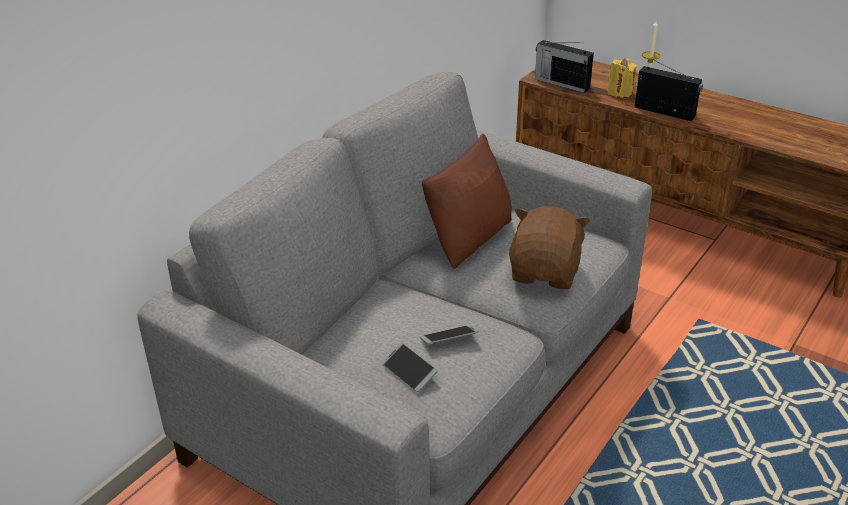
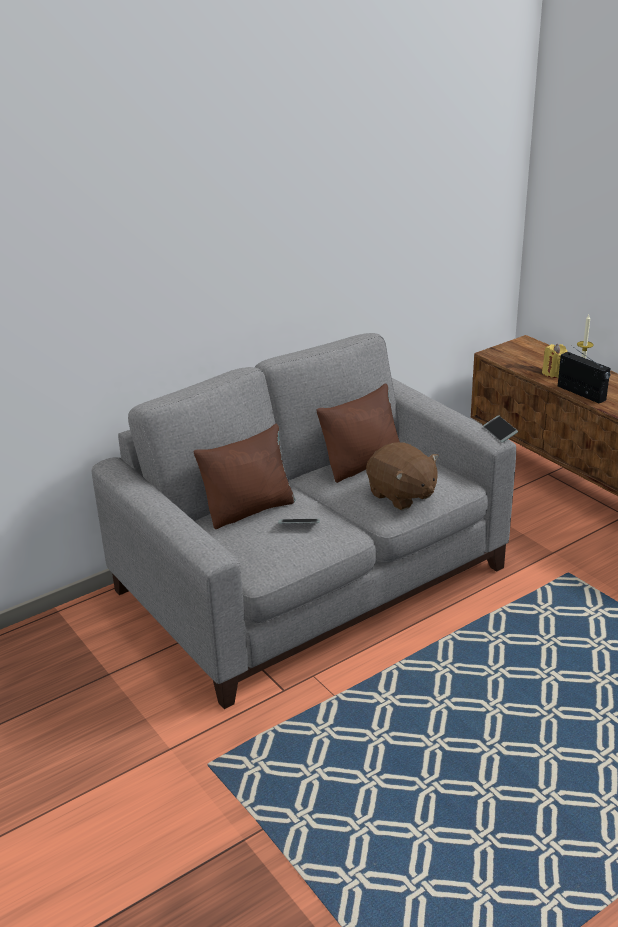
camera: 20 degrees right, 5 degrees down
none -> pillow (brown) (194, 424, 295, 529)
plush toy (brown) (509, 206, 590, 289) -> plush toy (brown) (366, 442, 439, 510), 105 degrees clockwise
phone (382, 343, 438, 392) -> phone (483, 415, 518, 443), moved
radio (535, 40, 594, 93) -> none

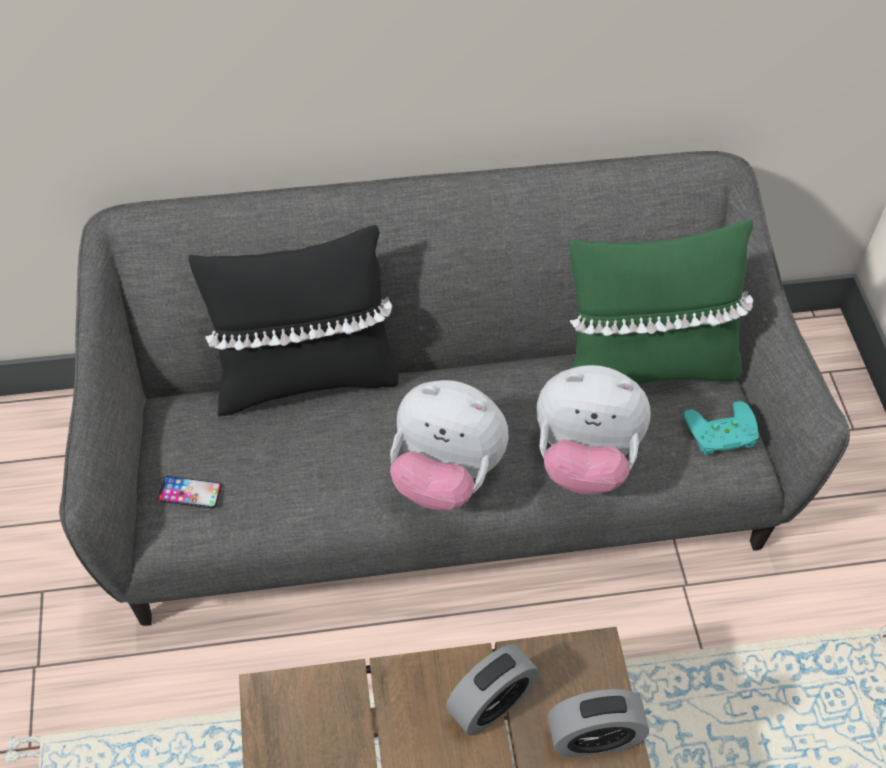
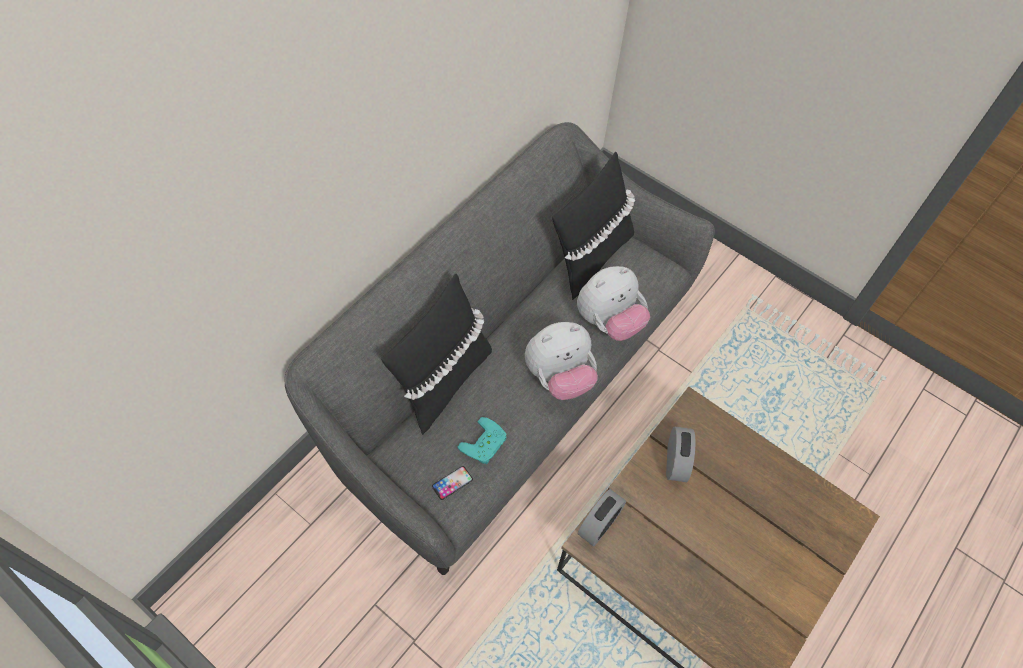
camera: 45 degrees left, 5 degrees up
game controller (turquoise) (683, 401, 758, 455) -> game controller (turquoise) (457, 417, 507, 464), moved
pillow (green) (570, 219, 753, 384) -> pillow (black) (552, 152, 635, 300)
alarm clock (548, 689, 649, 757) -> alarm clock (578, 489, 626, 546), moved

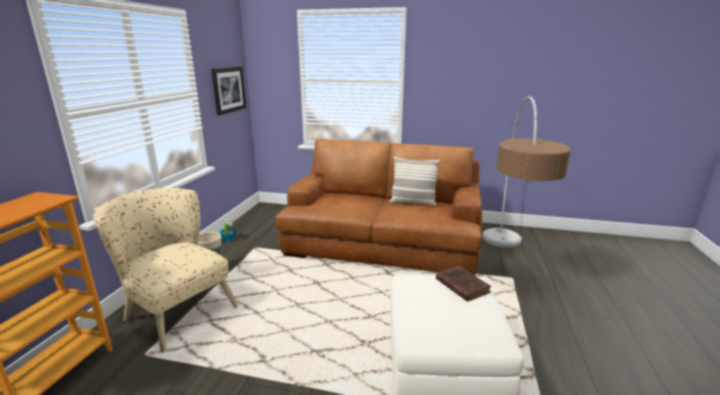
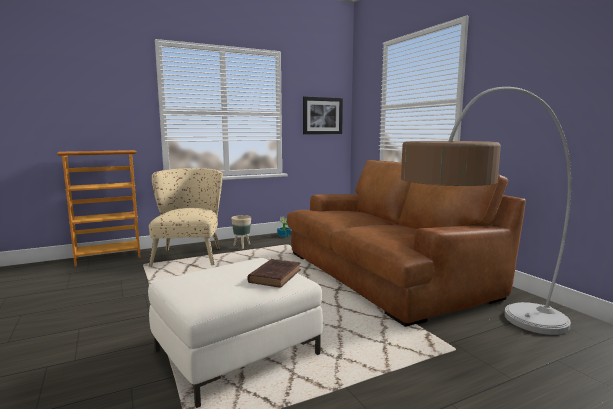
camera: 50 degrees right, 10 degrees down
pillow (389, 156, 440, 206) -> none

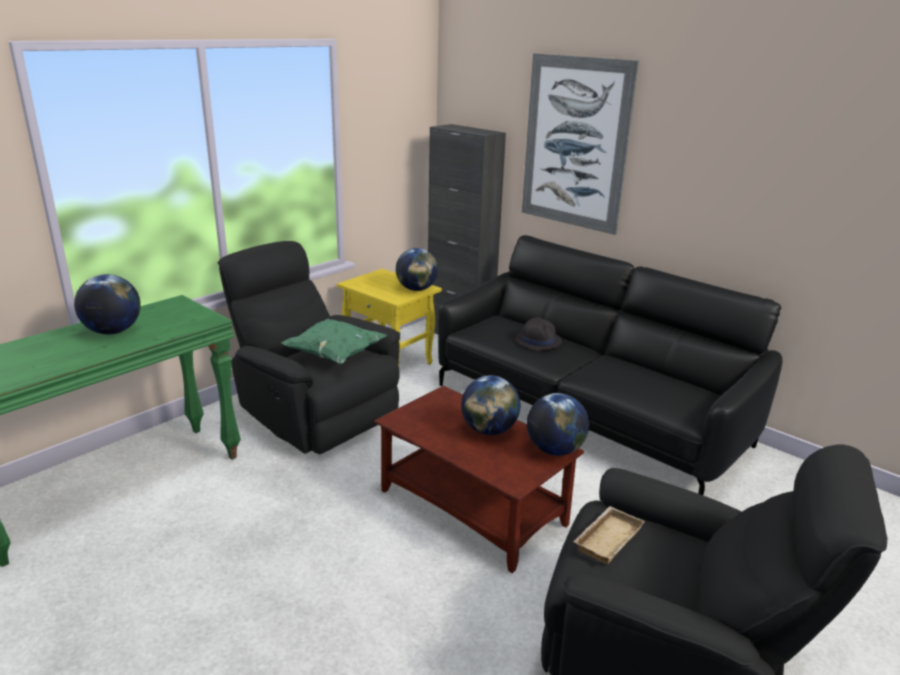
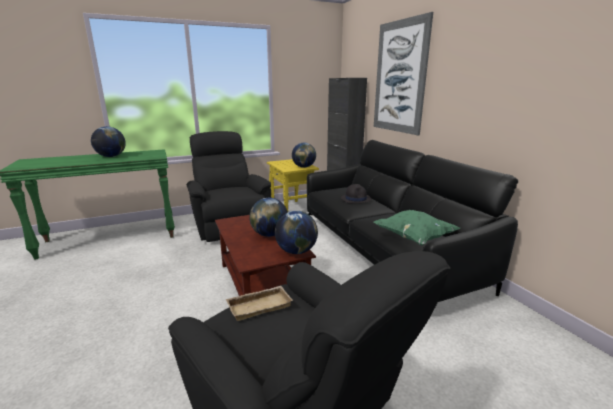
camera: 25 degrees right, 5 degrees down
pillow (green) (281, 319, 387, 365) -> pillow (green) (373, 210, 461, 245), moved

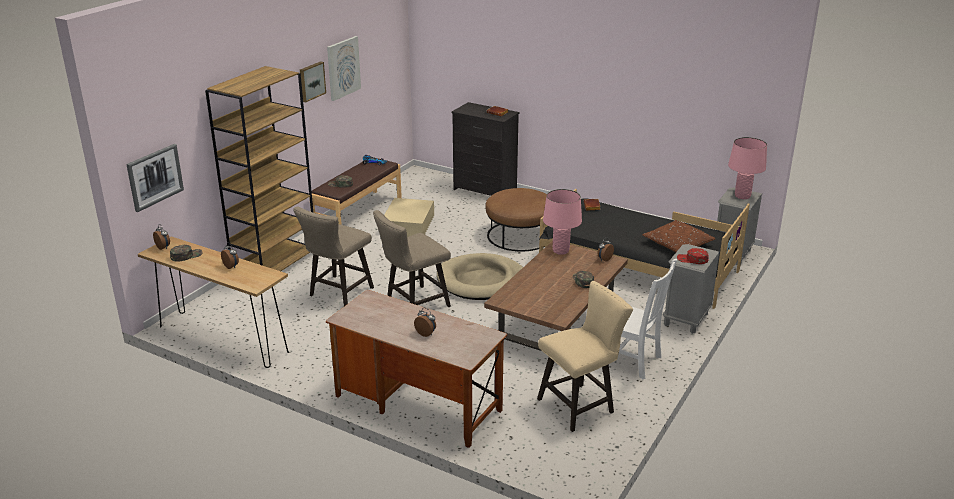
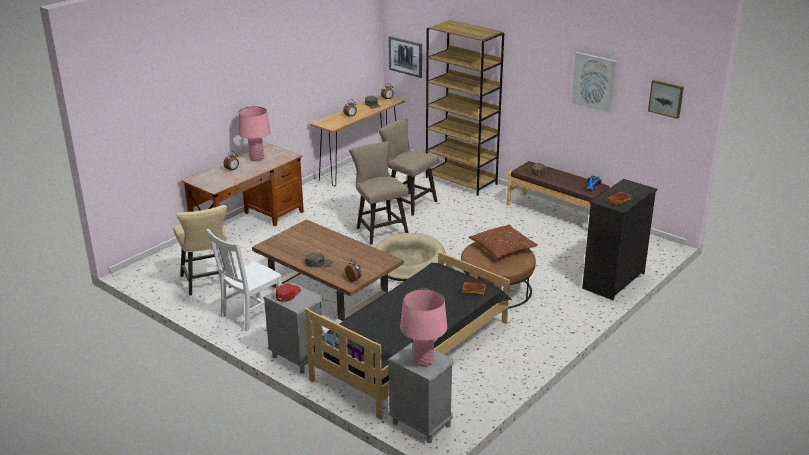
camera: 100 degrees right, 0 degrees up
table lamp (pink) (543, 189, 582, 255) -> table lamp (pink) (238, 106, 271, 161), moved
pillow (brown) (643, 220, 716, 252) -> pillow (brown) (469, 224, 538, 259), moved
picture (300, 61, 326, 102) -> picture (648, 80, 684, 119), moved
storage box (beige) (384, 198, 434, 237) -> none

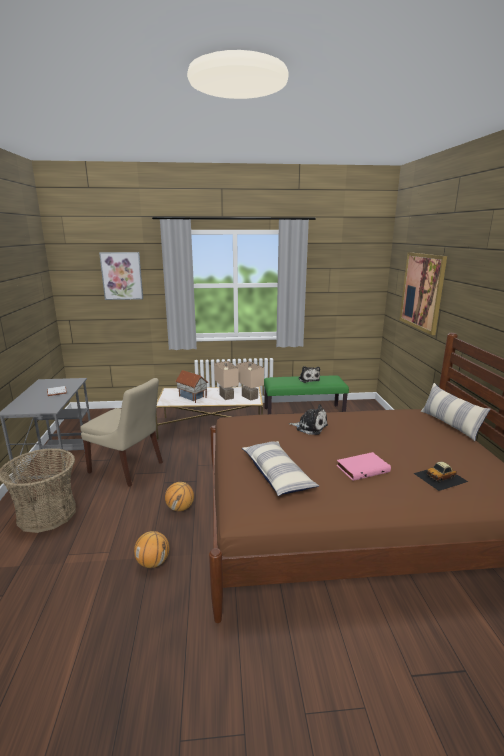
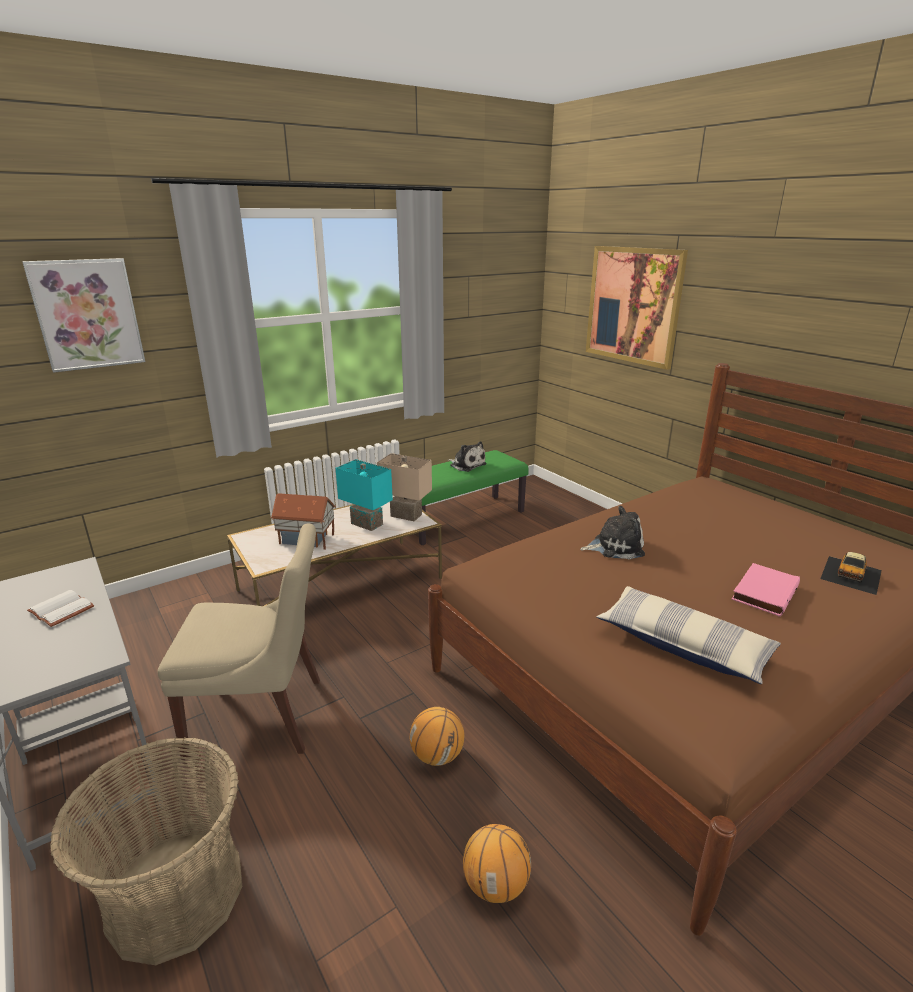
camera: 30 degrees left, 5 degrees up
table lamp (beige) (214, 361, 239, 400) -> table lamp (turquoise) (336, 459, 393, 531)
pillow (421, 383, 490, 441) -> none

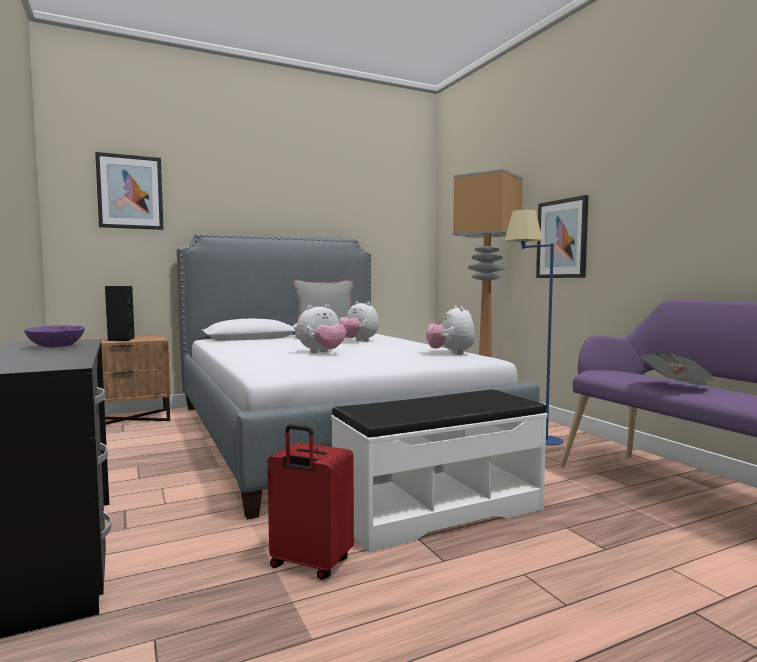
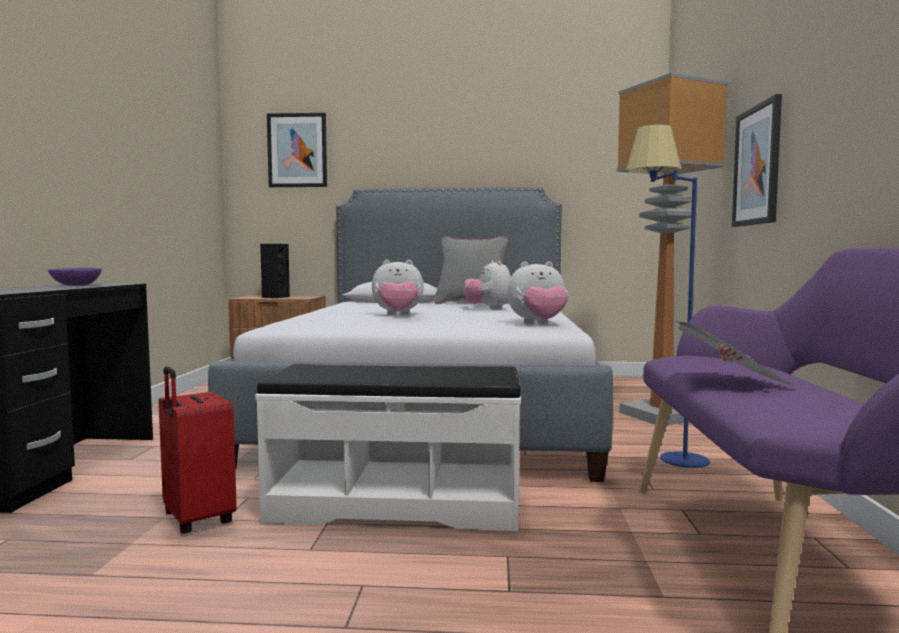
camera: 30 degrees right, 0 degrees up
plush toy (426, 305, 475, 355) -> plush toy (507, 261, 568, 324), 120 degrees counterclockwise

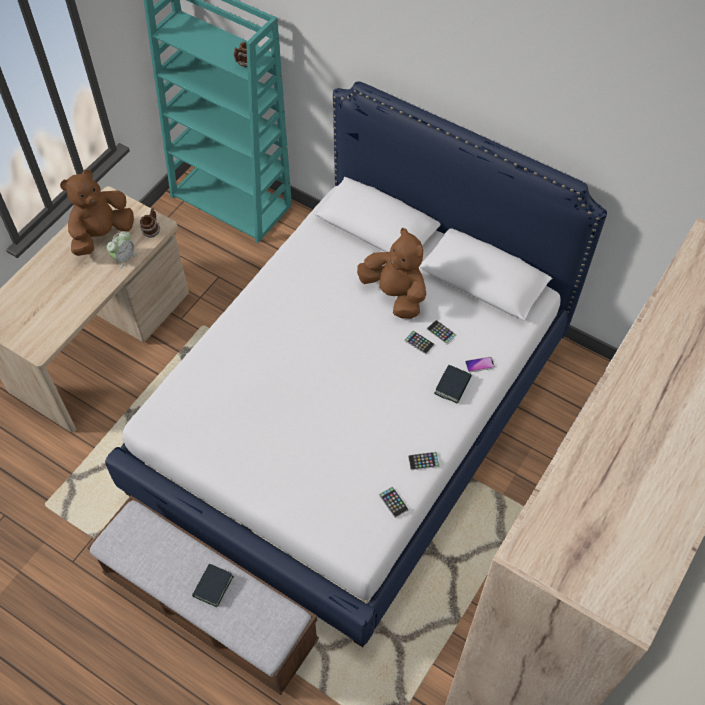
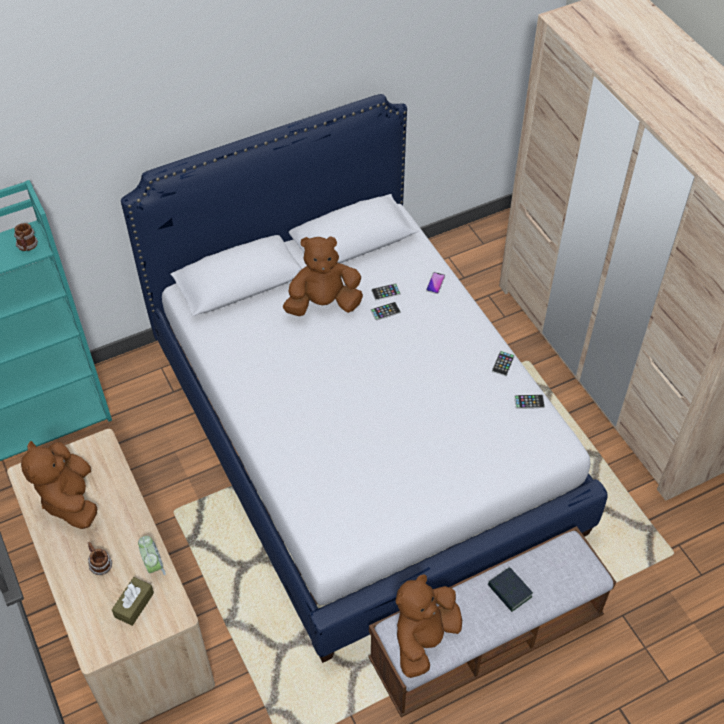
camera: 60 degrees left, 5 degrees down
mug (140, 208, 160, 238) -> mug (88, 542, 112, 575), moved
none -> tissue box (brown) (112, 577, 154, 626)
alarm clock (107, 231, 137, 269) -> alarm clock (138, 536, 166, 575), moved
none -> plush toy (brown) (396, 574, 462, 678)
book (434, 365, 472, 403) -> none

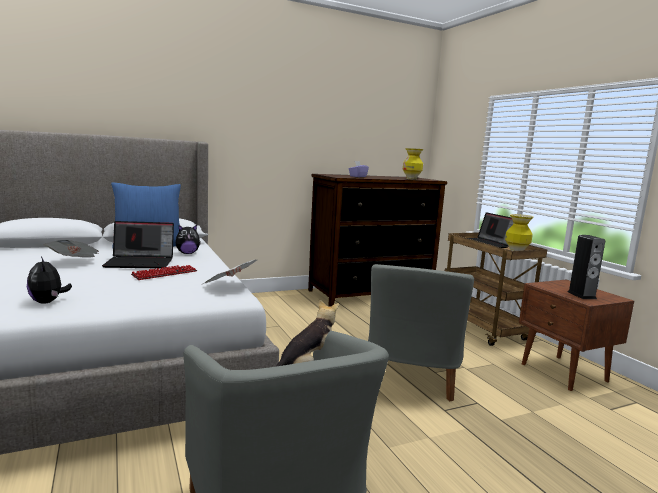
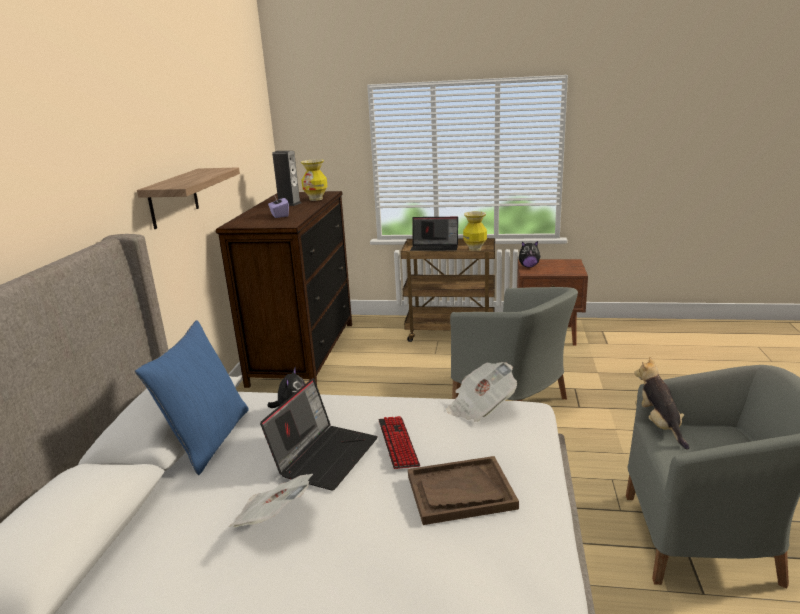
camera: 55 degrees left, 10 degrees up
none -> shelf (137, 167, 240, 229)
speaker (567, 235, 605, 299) -> speaker (272, 151, 301, 206), moved
none -> tray (brown) (408, 456, 519, 525)
plush toy (27, 256, 72, 304) -> plush toy (519, 241, 541, 267), moved

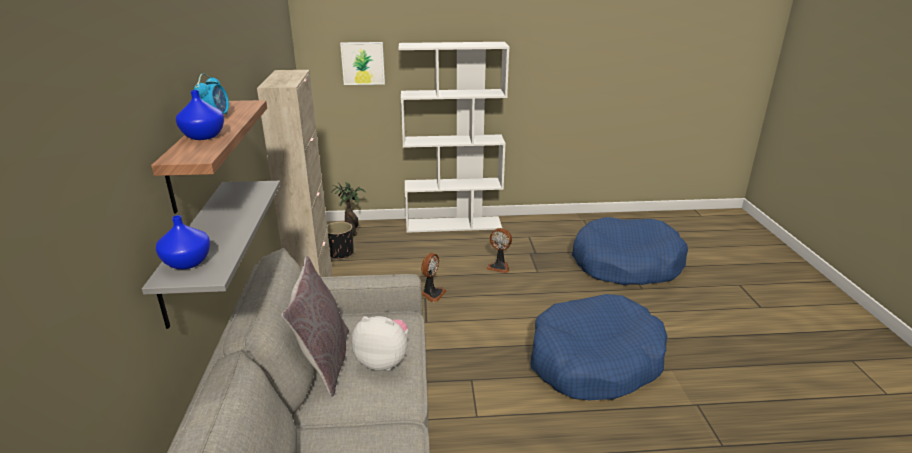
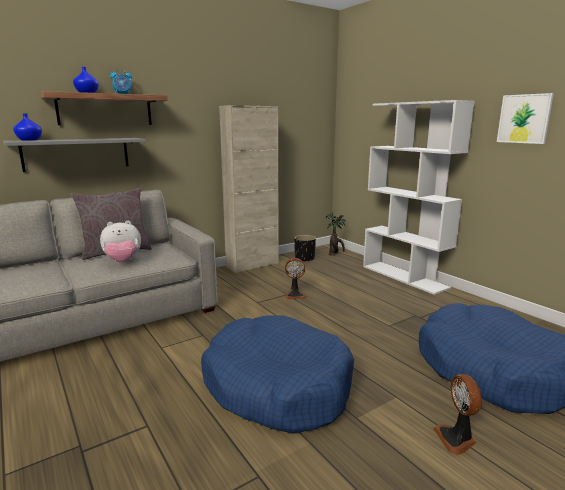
camera: 60 degrees right, 10 degrees down
plush toy (351, 316, 408, 370) -> plush toy (100, 221, 141, 262), 90 degrees clockwise
fan (486, 228, 512, 273) -> fan (433, 374, 482, 455), moved
picture (340, 42, 385, 85) -> picture (497, 93, 554, 144), moved

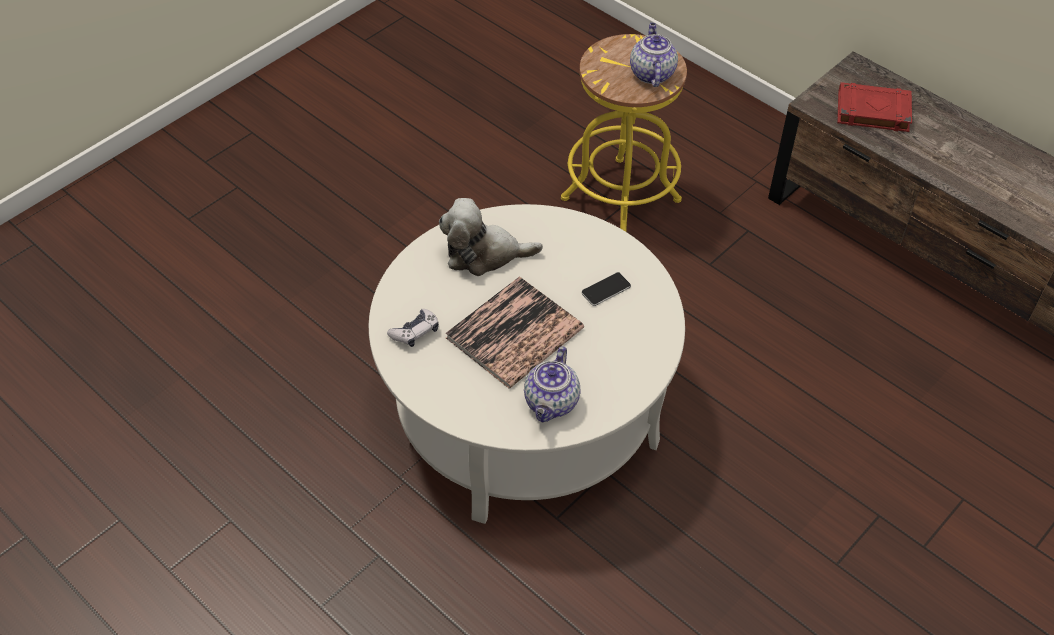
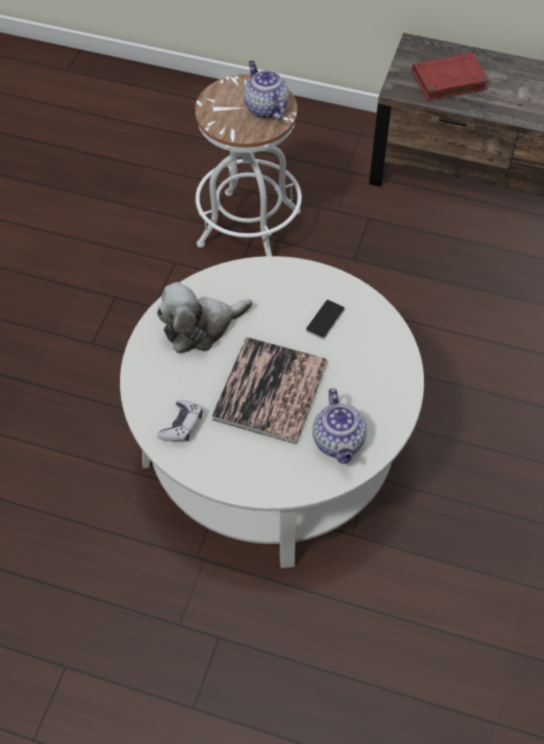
camera: 25 degrees left, 5 degrees up
stool (yellow) (561, 34, 687, 232) -> stool (white) (195, 74, 302, 256)

